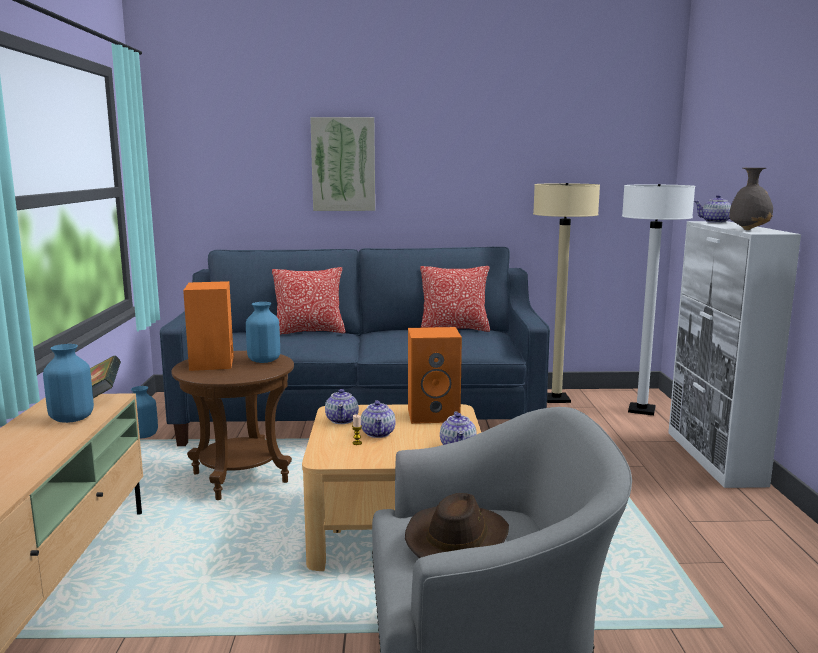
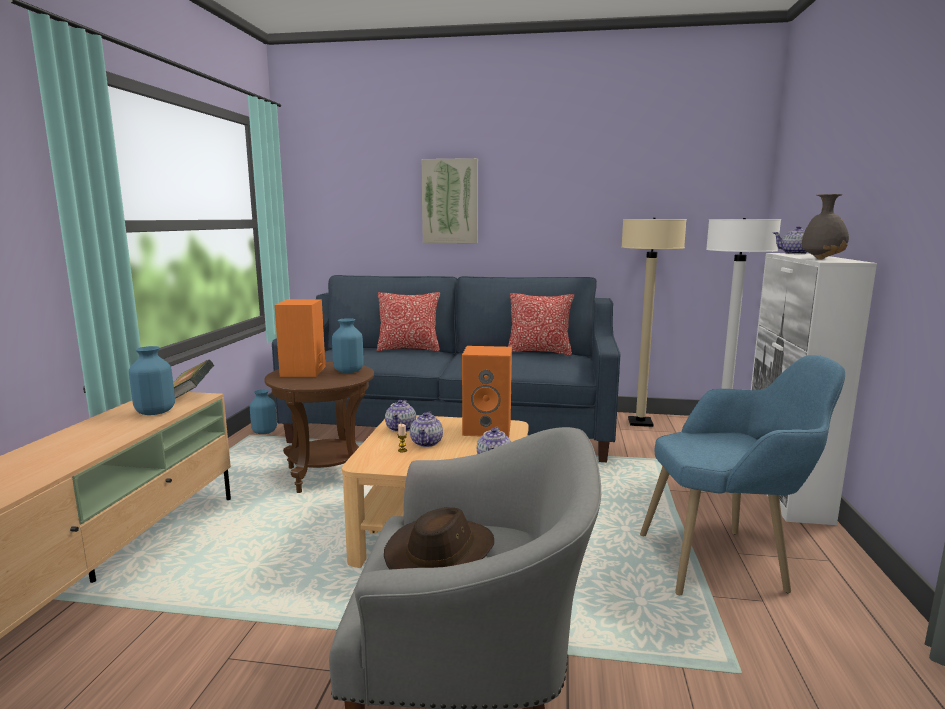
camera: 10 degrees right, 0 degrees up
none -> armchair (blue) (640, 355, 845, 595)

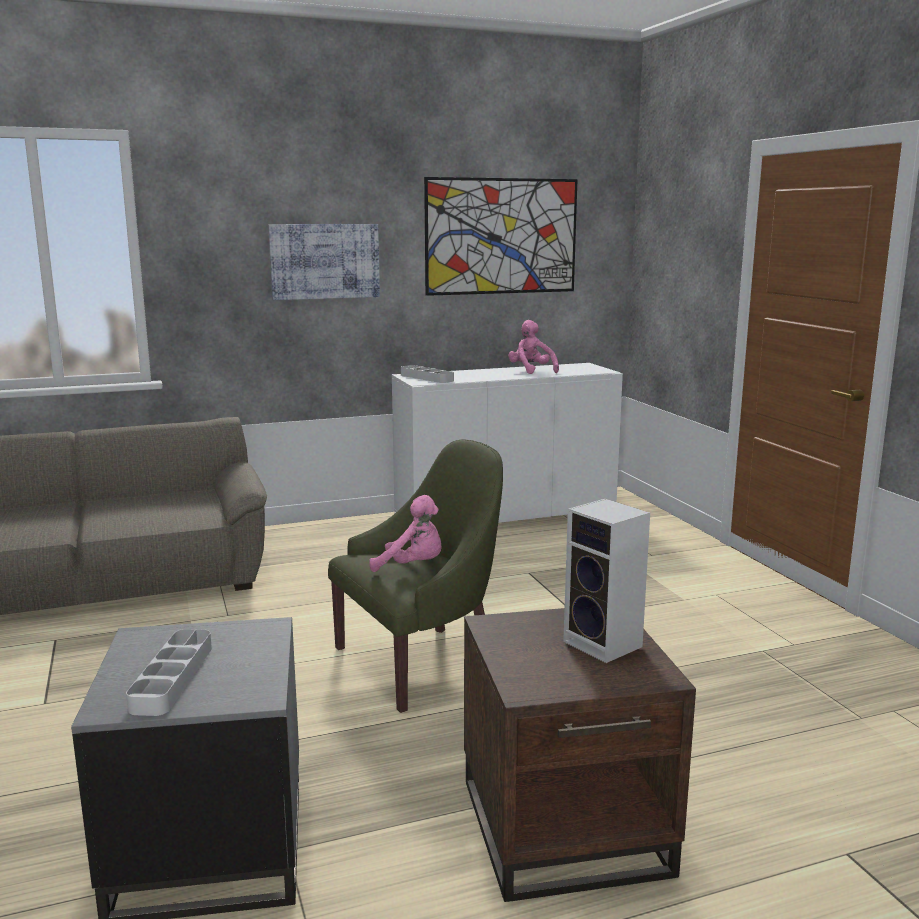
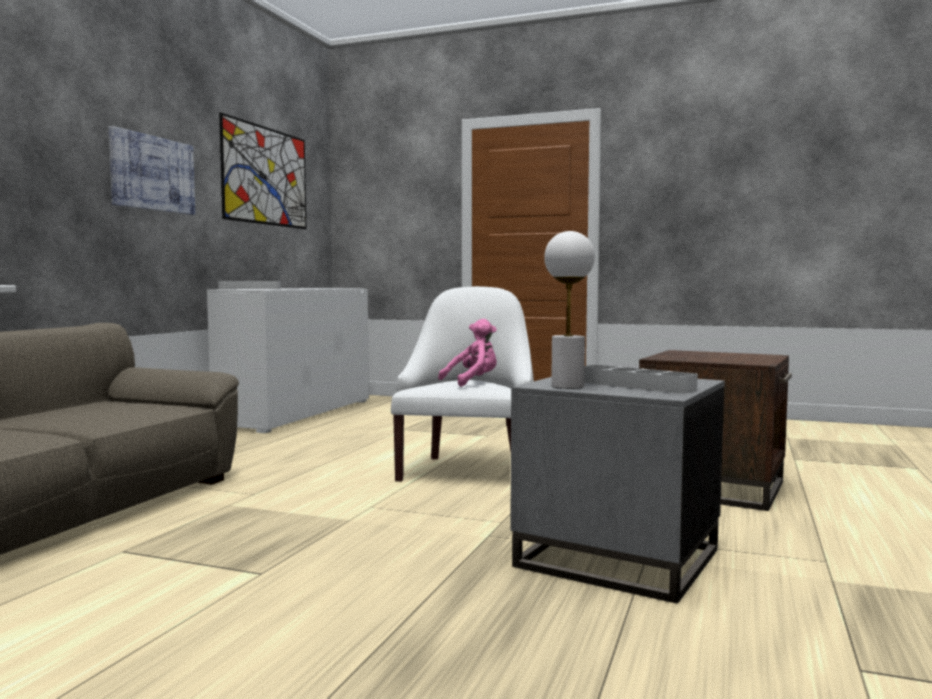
camera: 50 degrees left, 10 degrees down
armchair (green) (328, 440, 503, 713) -> armchair (white) (391, 286, 534, 482)
none -> table lamp (white) (544, 231, 595, 389)
plush toy (pink) (508, 320, 559, 374) -> none
speaker (563, 498, 650, 663) -> none

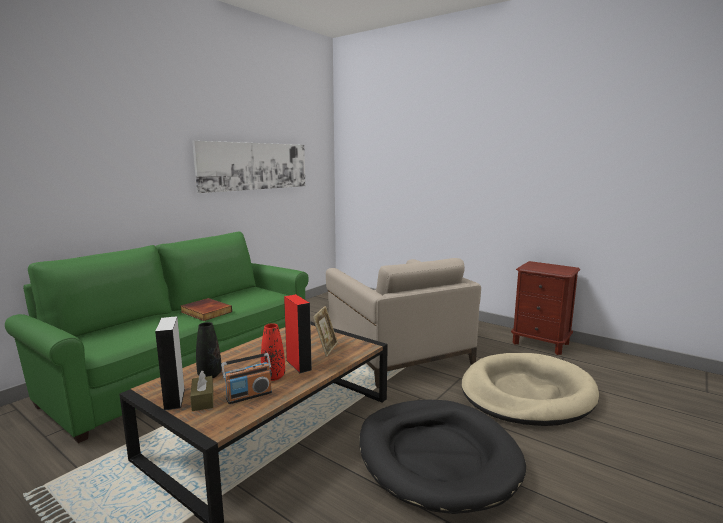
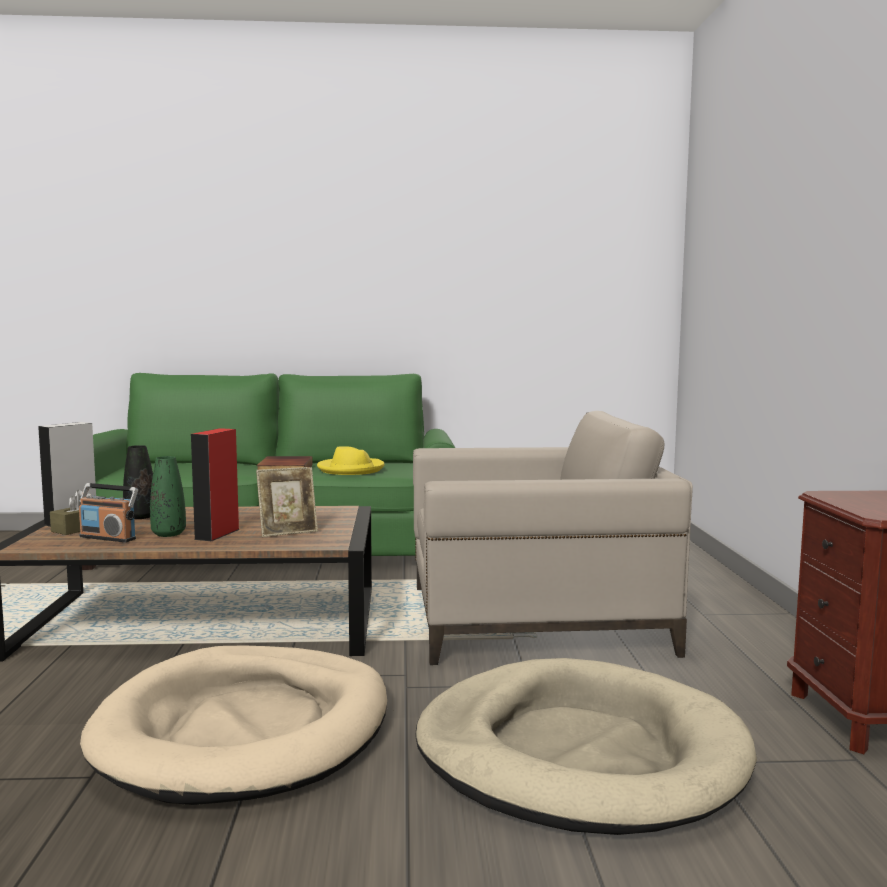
camera: 50 degrees right, 5 degrees down
dog bed (black) (359, 400, 526, 514) -> dog bed (beige) (80, 645, 387, 805)
vase (red) (261, 323, 285, 381) -> vase (green) (150, 456, 186, 537)
none -> hat (yellow) (317, 446, 385, 475)
armchair (beige) (326, 258, 481, 388) -> armchair (beige) (413, 411, 693, 665), 120 degrees counterclockwise
picture (192, 141, 305, 193) -> none

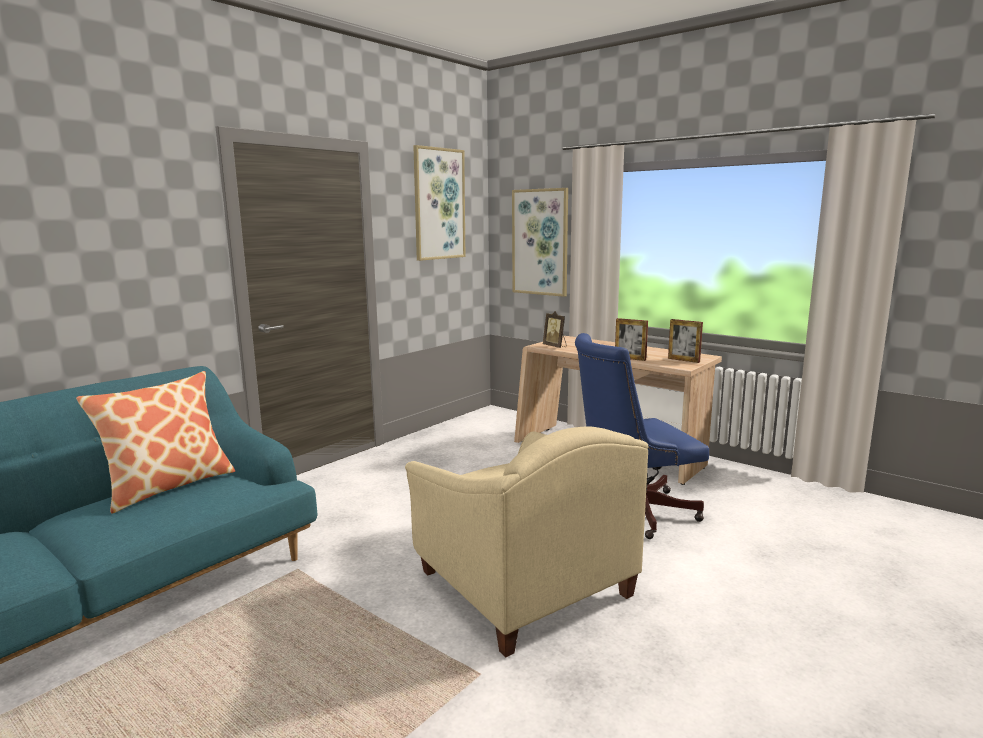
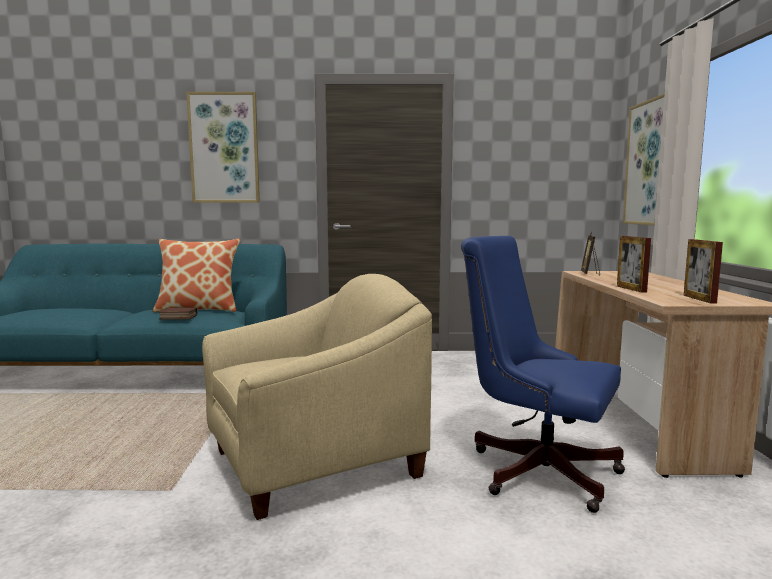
camera: 50 degrees right, 5 degrees down
none -> book (158, 308, 197, 320)
picture (413, 145, 465, 261) -> picture (186, 92, 260, 203), moved
armchair (beige) (405, 426, 648, 657) -> armchair (beige) (202, 274, 432, 520), 135 degrees counterclockwise

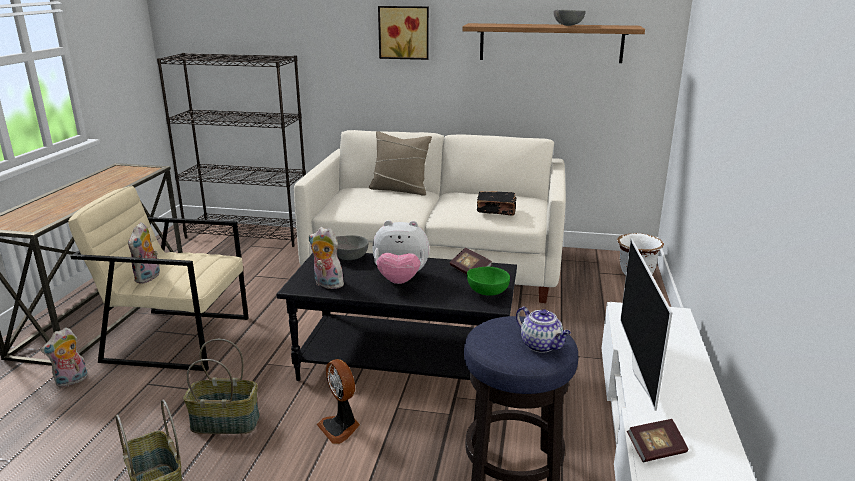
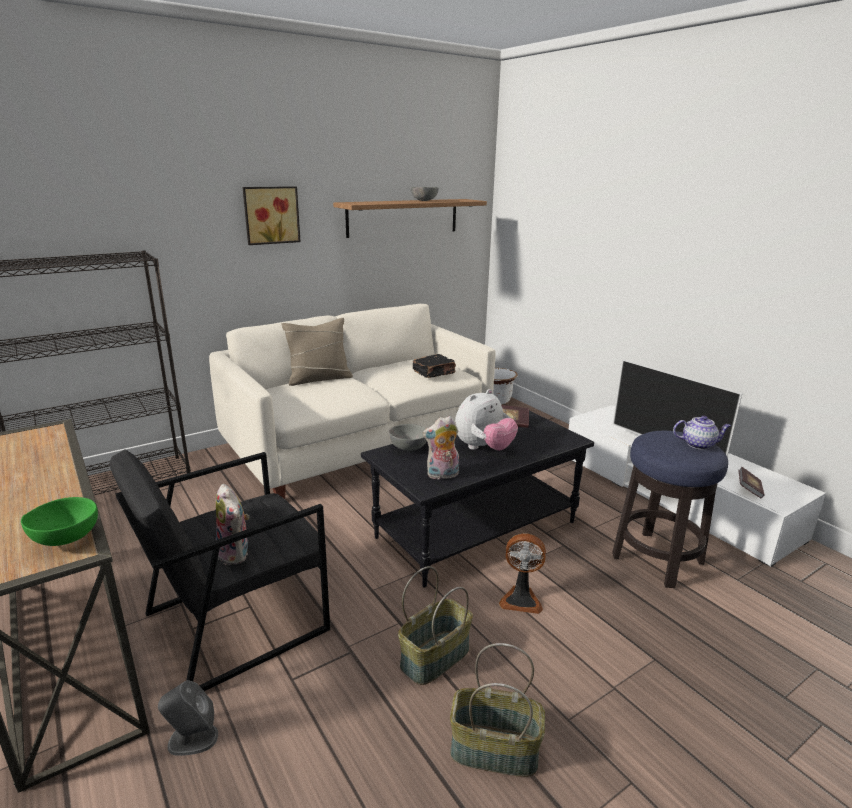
camera: 45 degrees left, 0 degrees up
bowl (green) (467, 267, 510, 296) -> bowl (green) (21, 497, 98, 546), moved
armchair (beige) (68, 186, 248, 371) -> armchair (black) (110, 449, 330, 691)
plush toy (40, 327, 88, 388) -> speaker (grey) (158, 681, 218, 756)

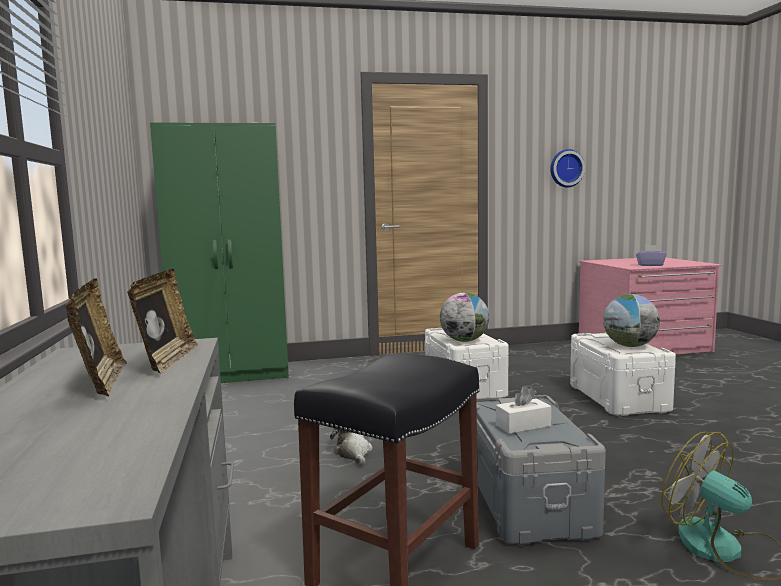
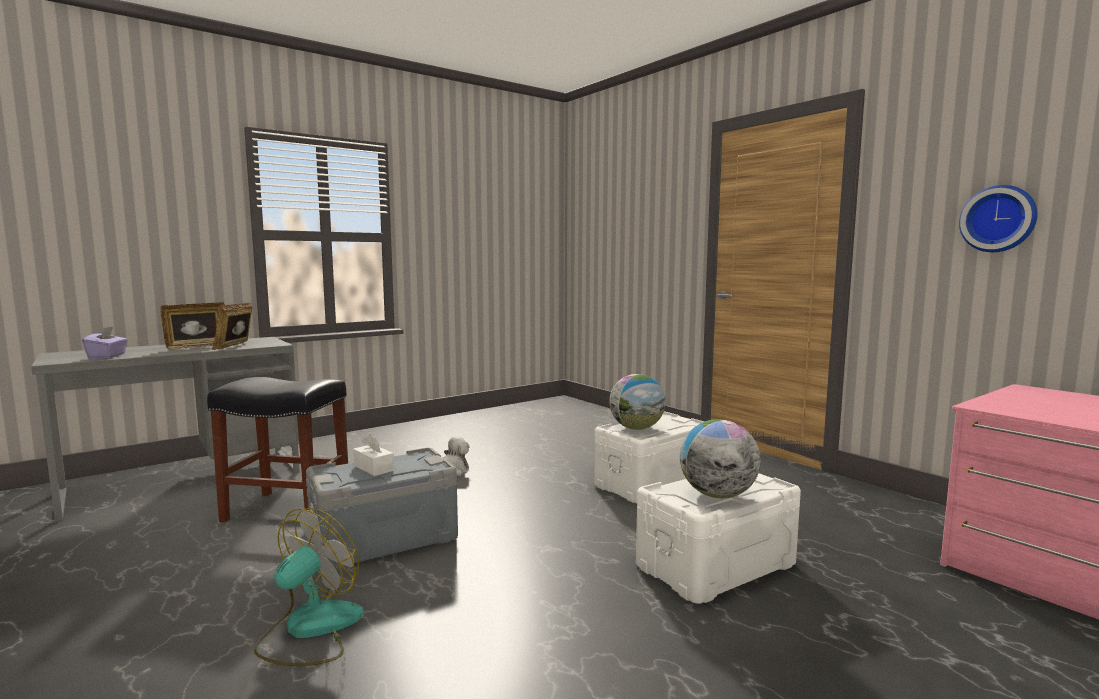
camera: 65 degrees right, 0 degrees up
tissue box (purple) (636, 245, 667, 266) -> tissue box (purple) (82, 326, 128, 359), moved
picture frame (127, 269, 198, 373) -> picture frame (212, 302, 252, 350), 120 degrees clockwise
wardrobe (green) (150, 122, 289, 383) -> none

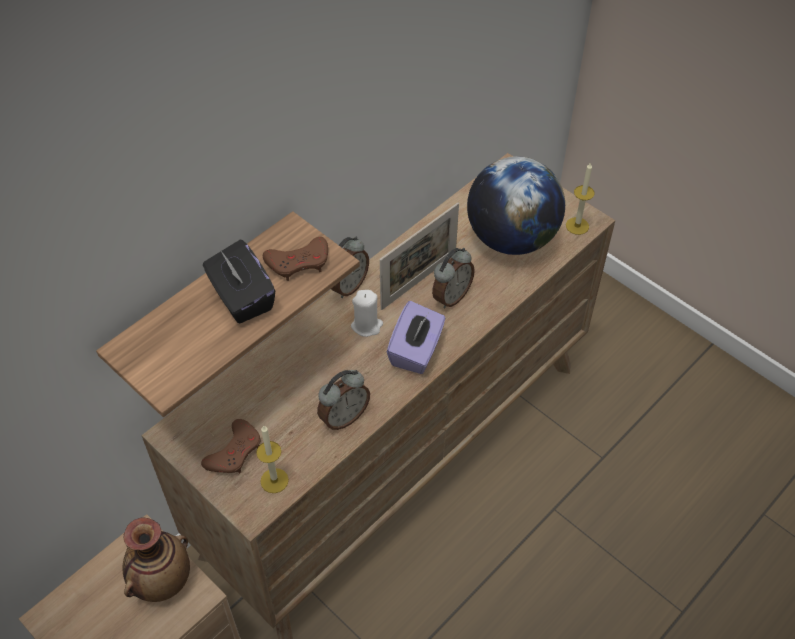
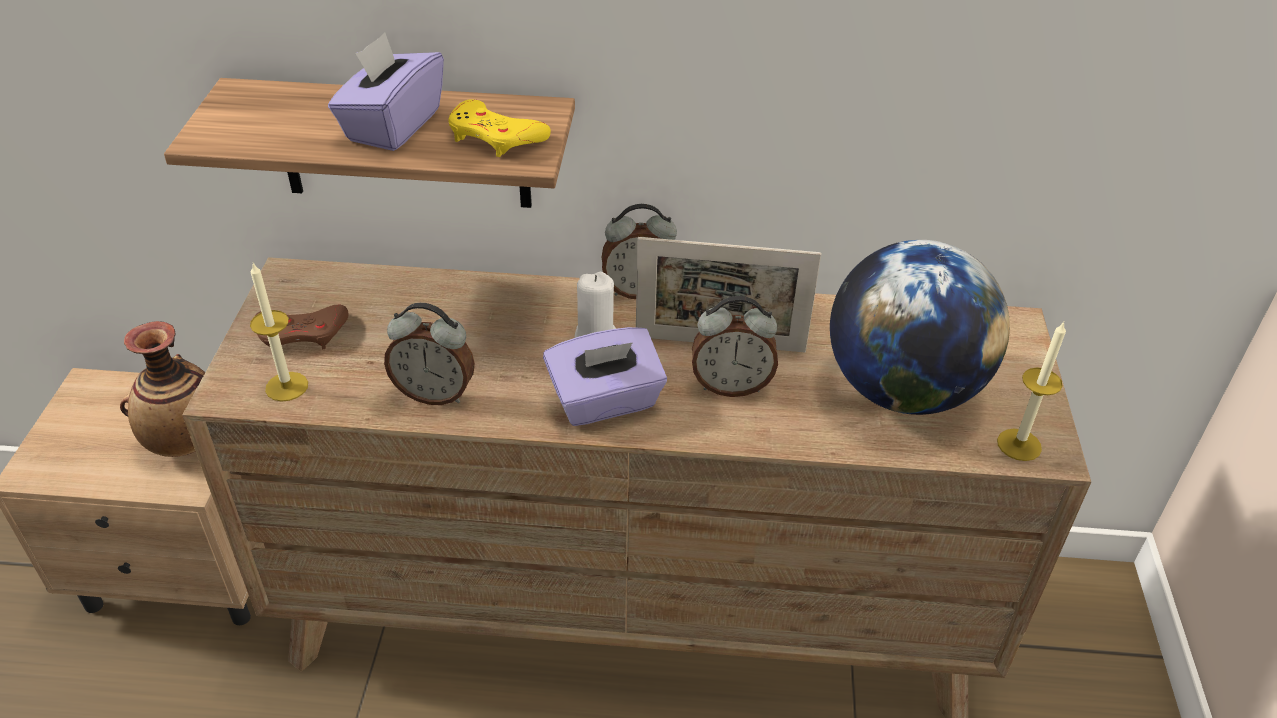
camera: 50 degrees right, 10 degrees down
tissue box (black) (203, 240, 275, 323) -> tissue box (purple) (328, 32, 444, 151)
game controller (brown) (263, 237, 328, 281) -> game controller (yellow) (449, 99, 551, 157)

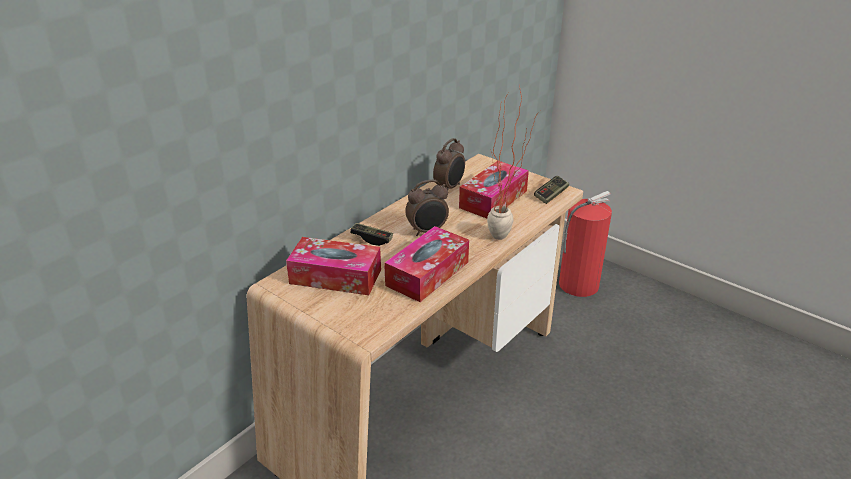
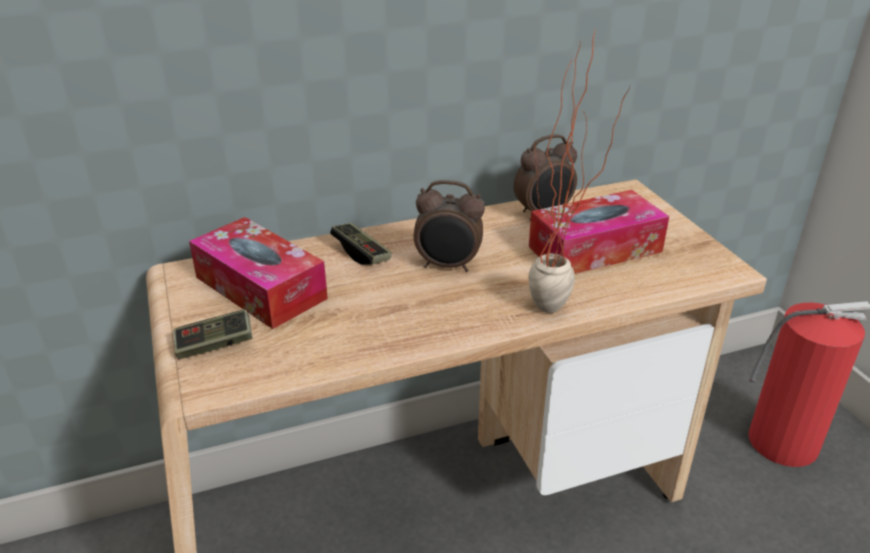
camera: 30 degrees right, 0 degrees up
game controller (534, 176, 569, 204) -> game controller (173, 310, 252, 359), moved
tissue box (384, 226, 469, 302) -> none

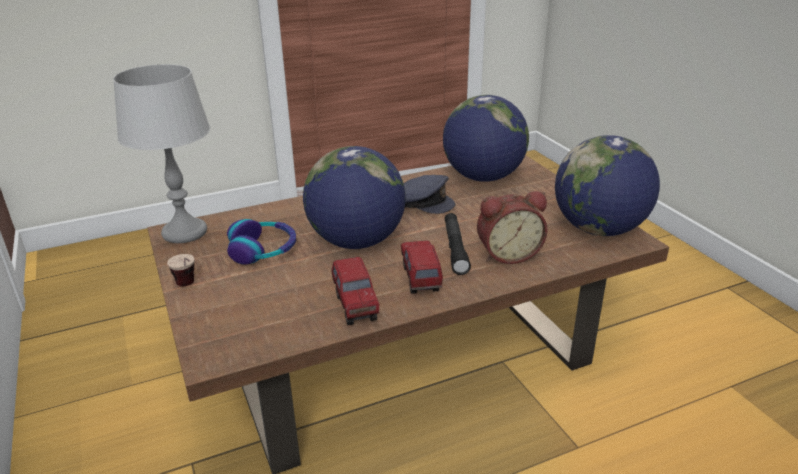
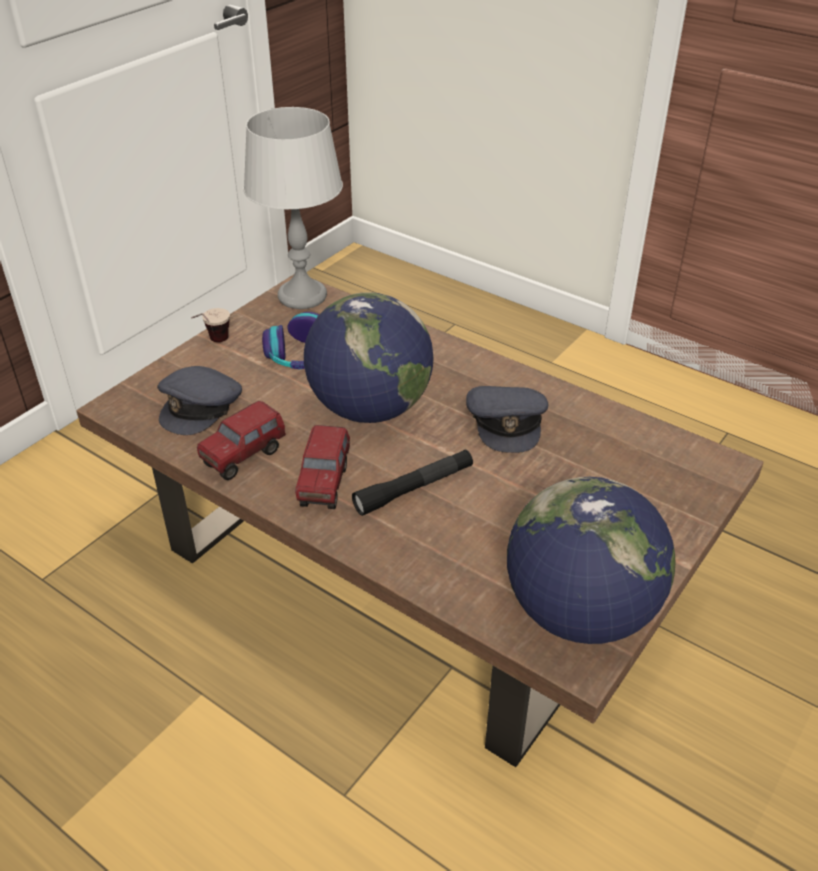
camera: 60 degrees right, 10 degrees up
none -> cap (grey) (157, 366, 242, 435)
toy truck (401, 240, 443, 294) -> toy truck (295, 425, 350, 509), 135 degrees clockwise
globe (443, 95, 529, 182) -> none
alarm clock (477, 191, 547, 264) -> none

